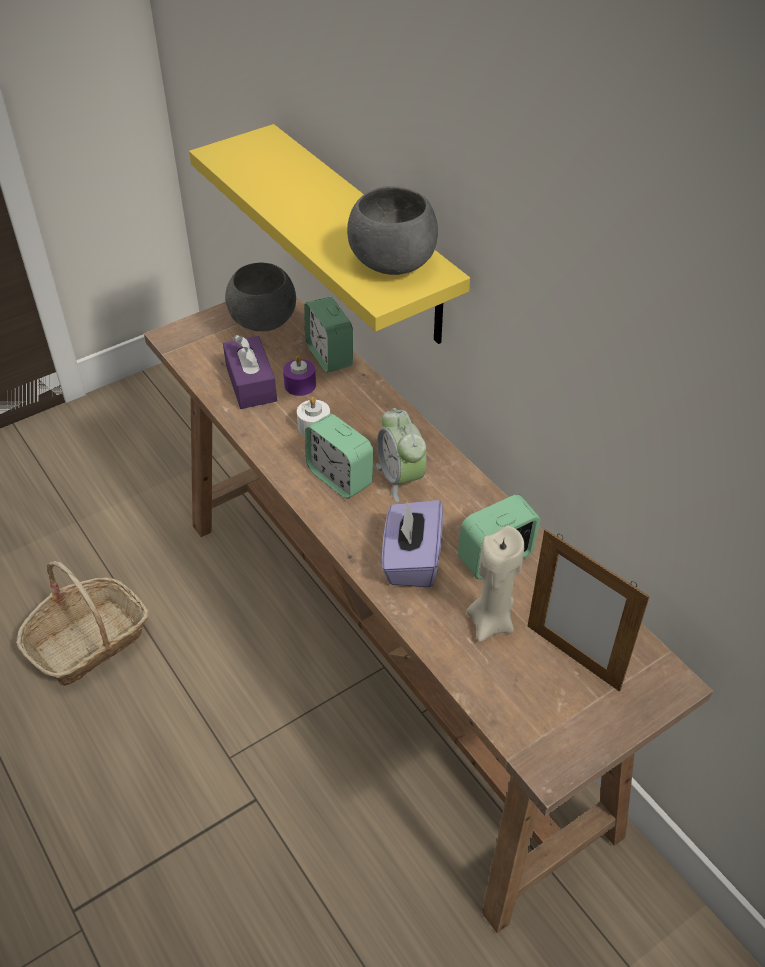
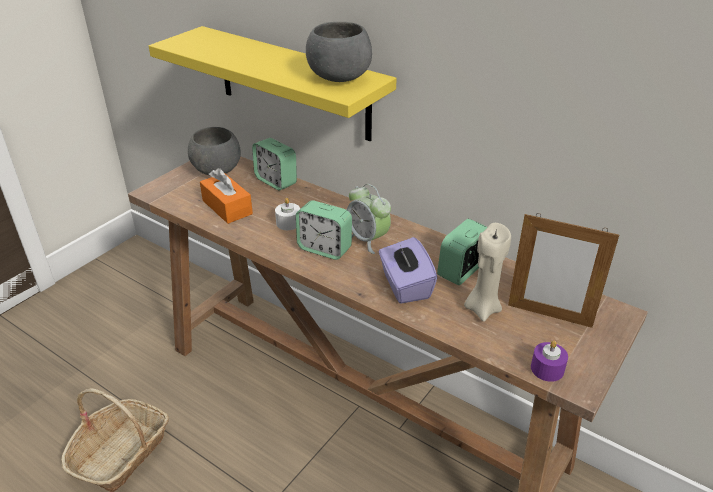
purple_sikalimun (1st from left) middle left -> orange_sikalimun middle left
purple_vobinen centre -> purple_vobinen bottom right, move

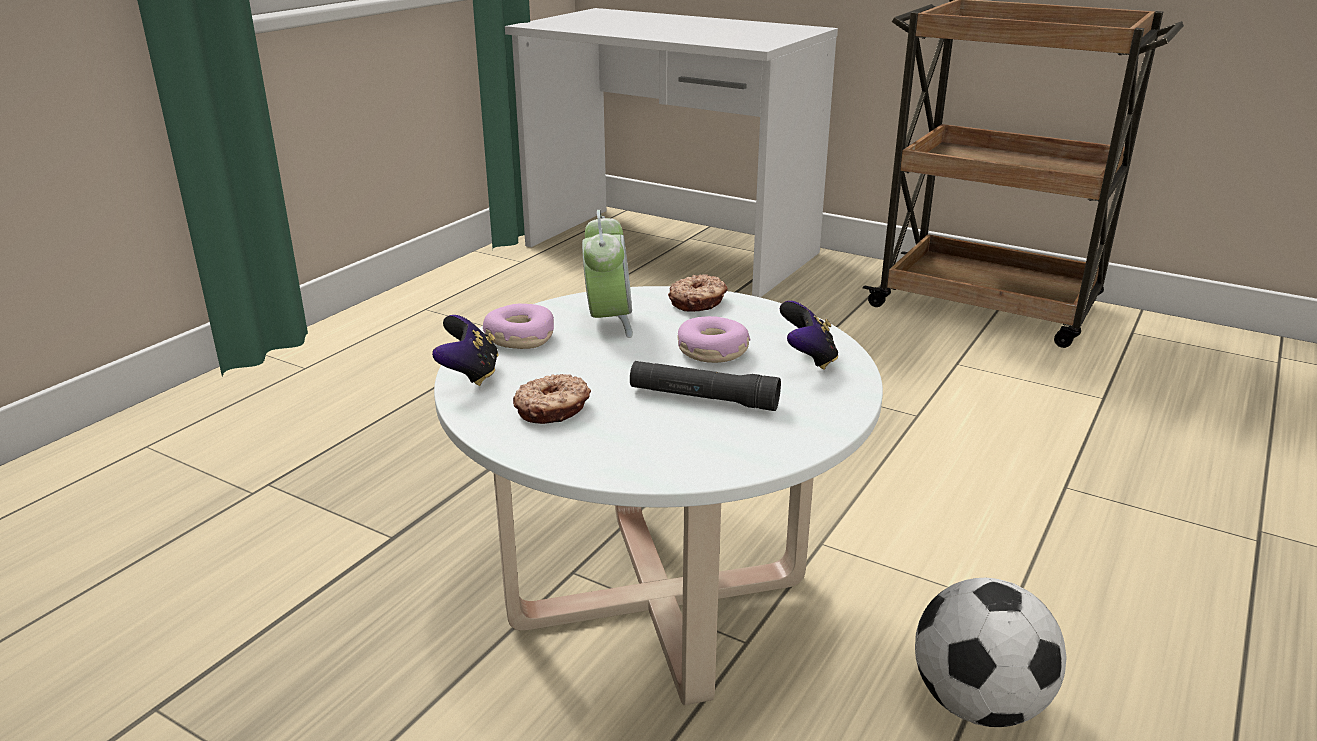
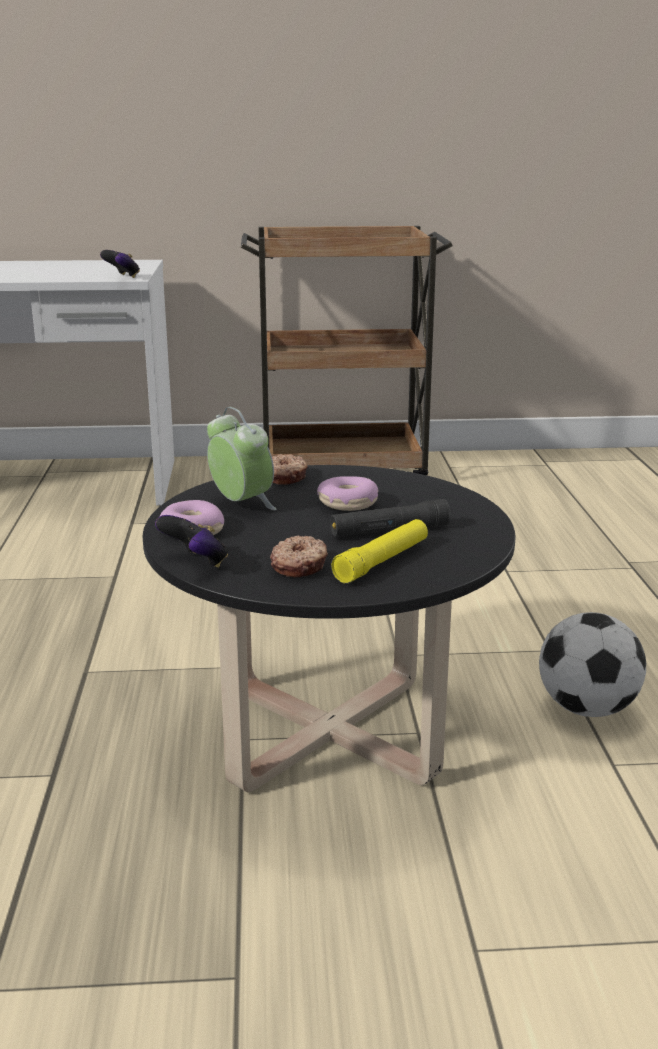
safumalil (2nd from left in the first image) centre -> safumalil (1st from left) top left, move
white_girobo bottom centre -> black_girobo centre
none -> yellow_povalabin centre

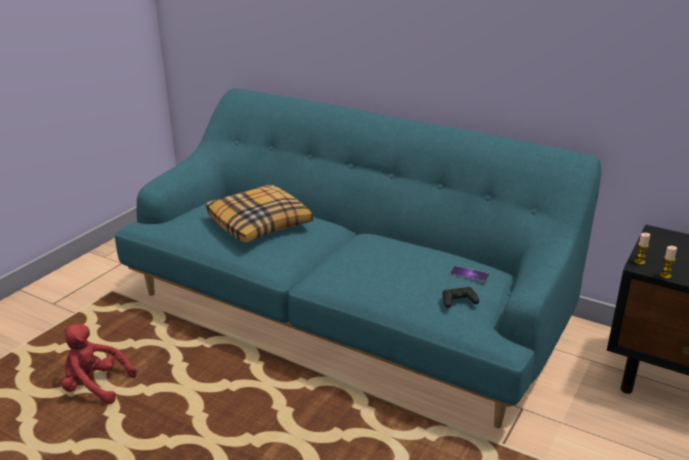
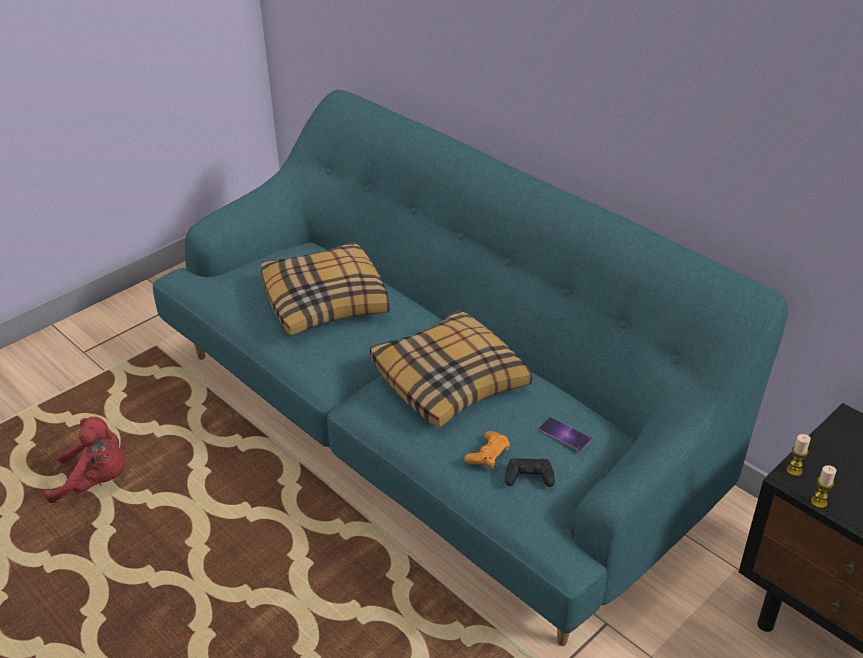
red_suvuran bottom left, 150 degrees clockwise
none -> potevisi (2nd from left) centre
none -> orange_safumalil bottom centre

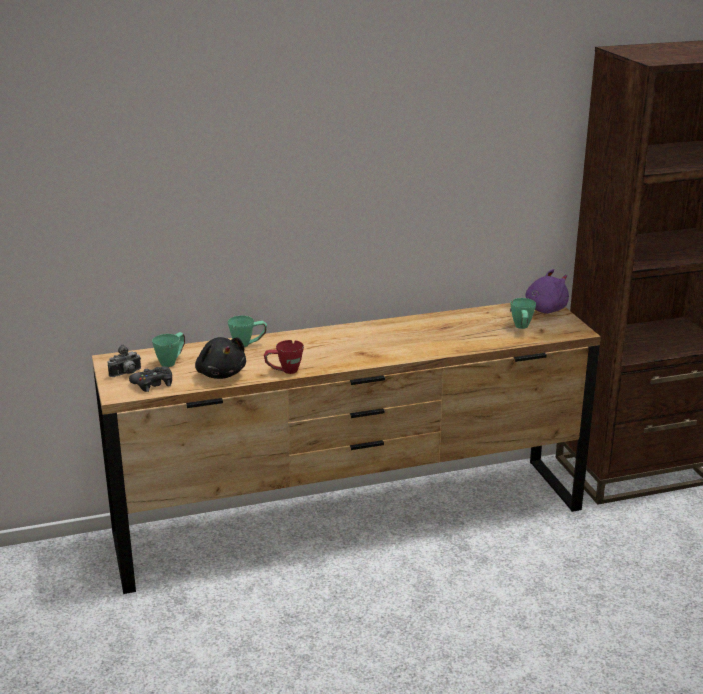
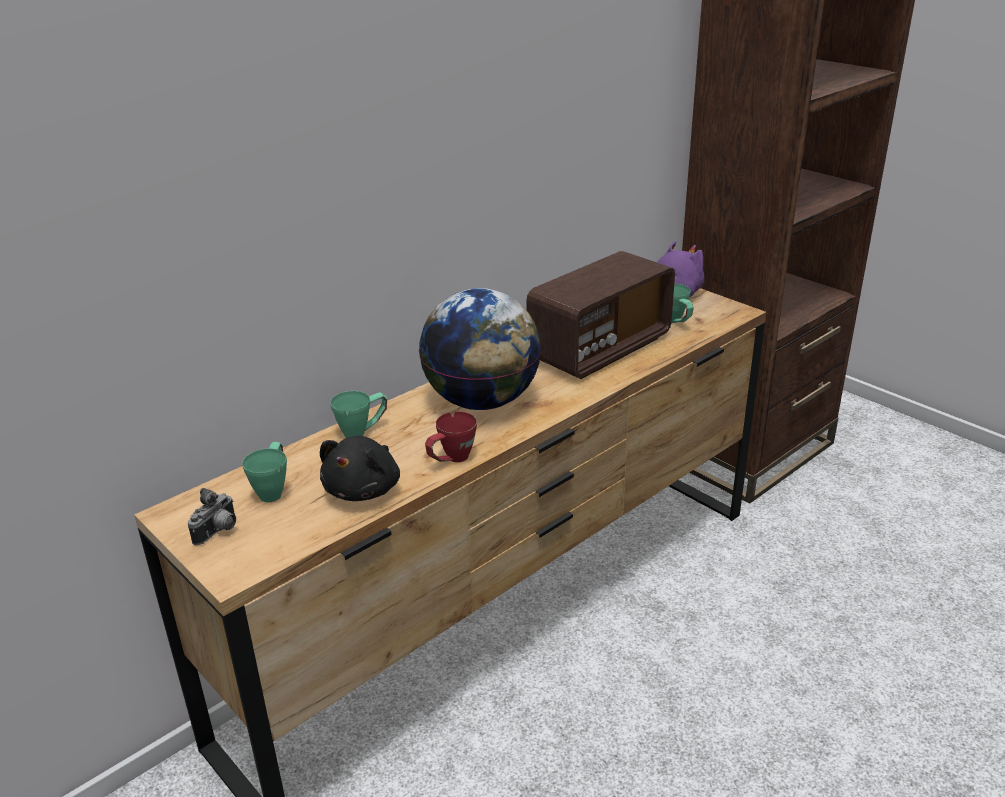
black_suvuran middle left -> black_suvuran centre, 75 degrees clockwise
none -> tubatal centre
none -> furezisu centre
black_safumalil middle left -> none

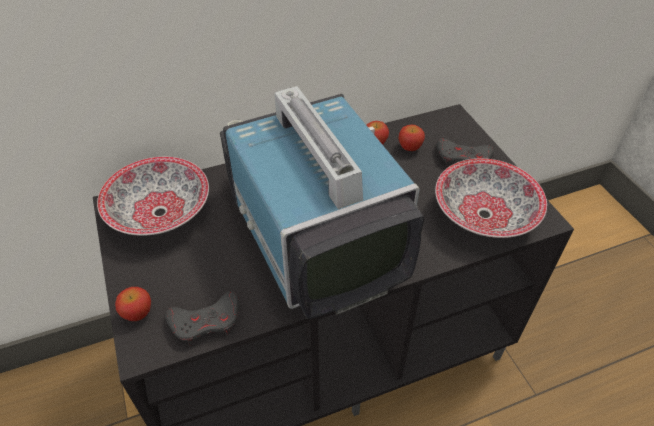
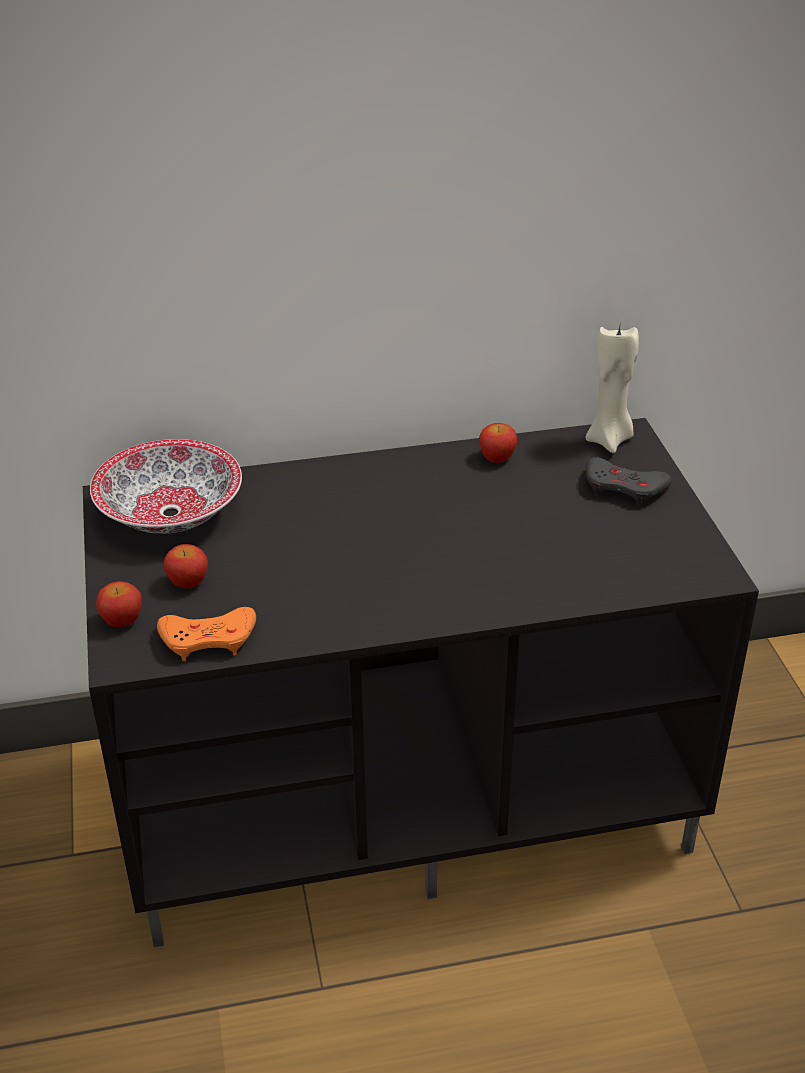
grey_safumalil (1st from left) bottom left -> orange_safumalil middle left
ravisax (3rd from left in the first image) top centre -> ravisax (2nd from left) middle left, move
none -> beige_vobinen middle right
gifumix centre -> none
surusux (2nd from left) middle right -> none

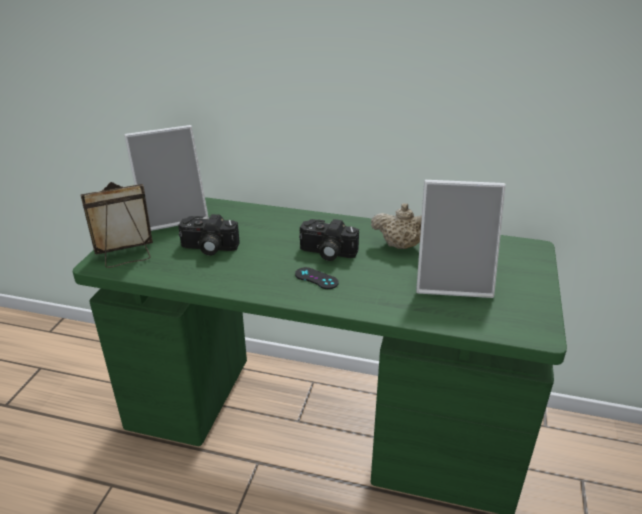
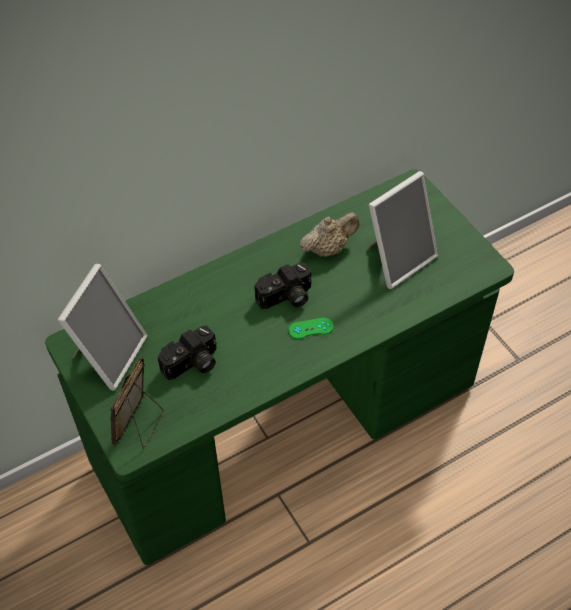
black_safumalil centre -> green_safumalil centre

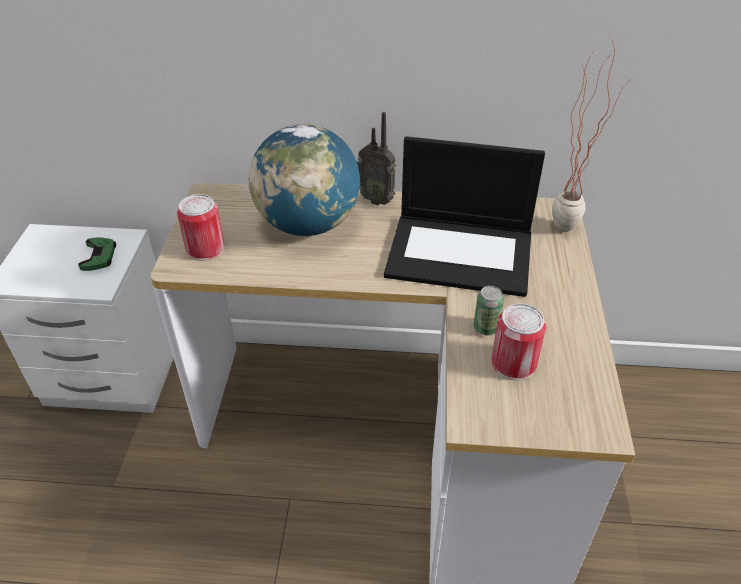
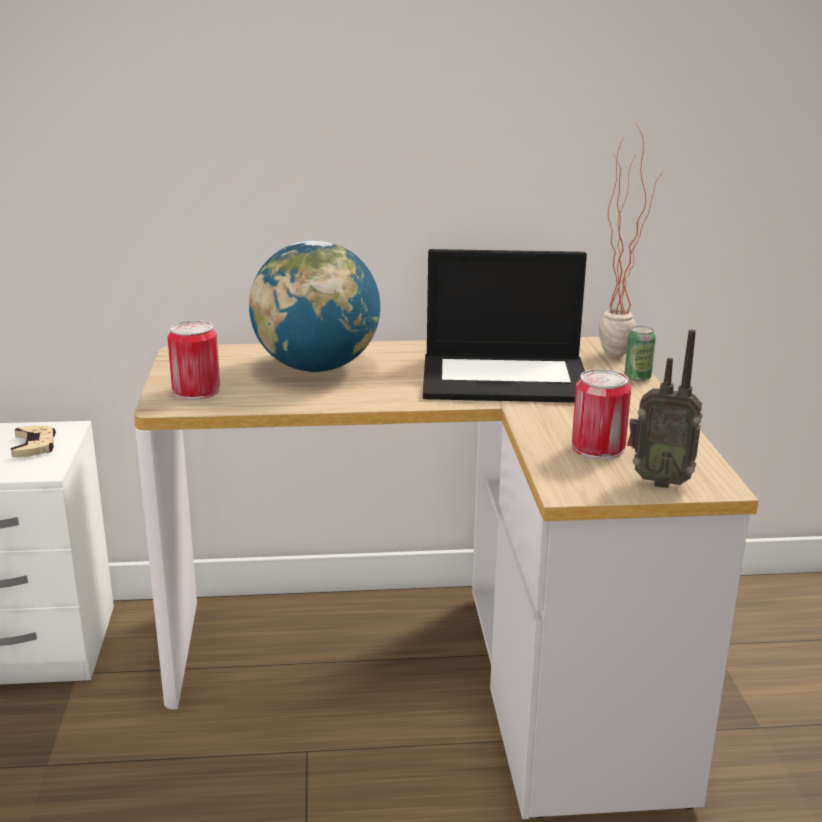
green_safumalil middle left -> beige_safumalil middle left
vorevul (2nd from left in the first image) centre -> vorevul (3rd from left) middle right, move
furezisu top centre -> furezisu middle right, move

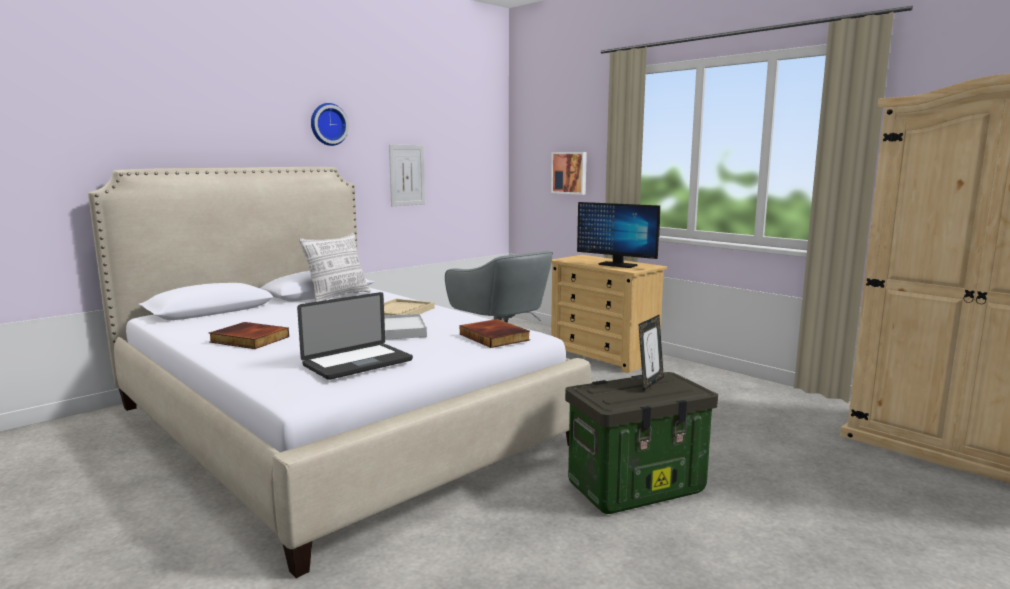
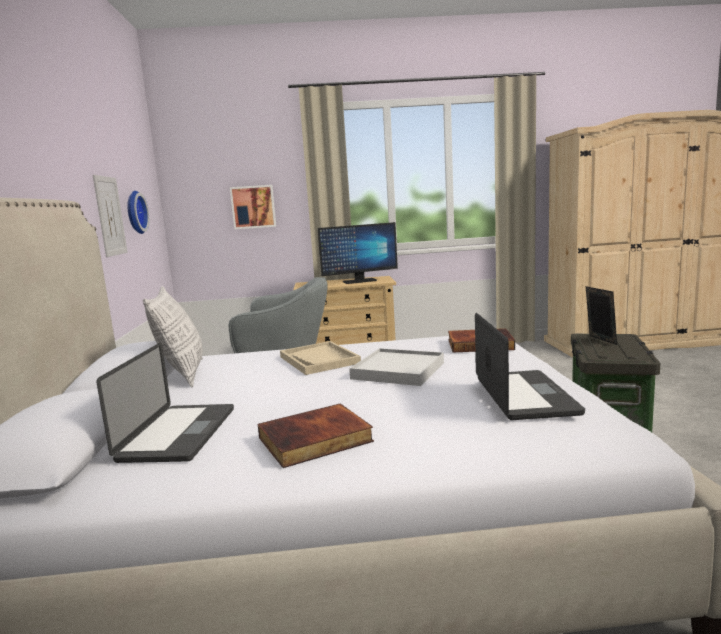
none -> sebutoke (1st from left) middle left
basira top left -> basira middle left, move

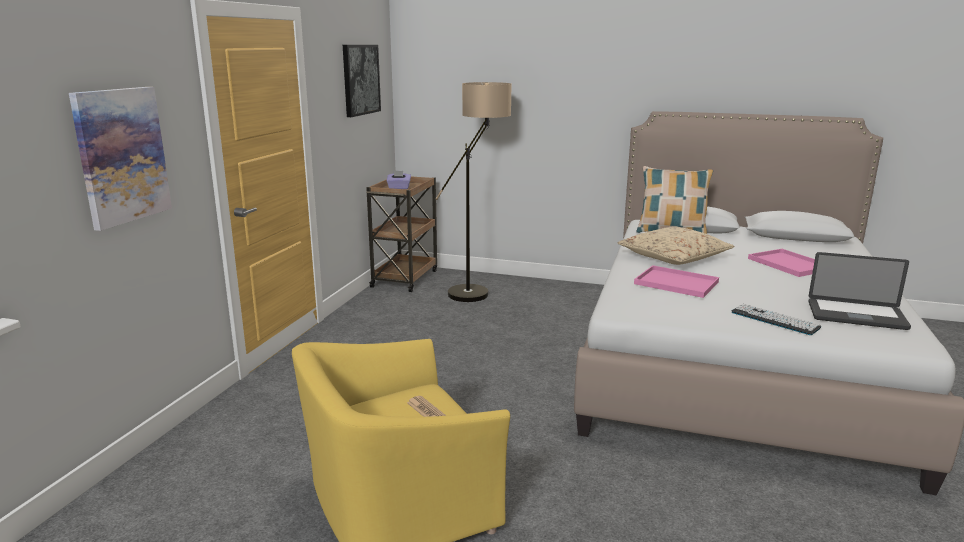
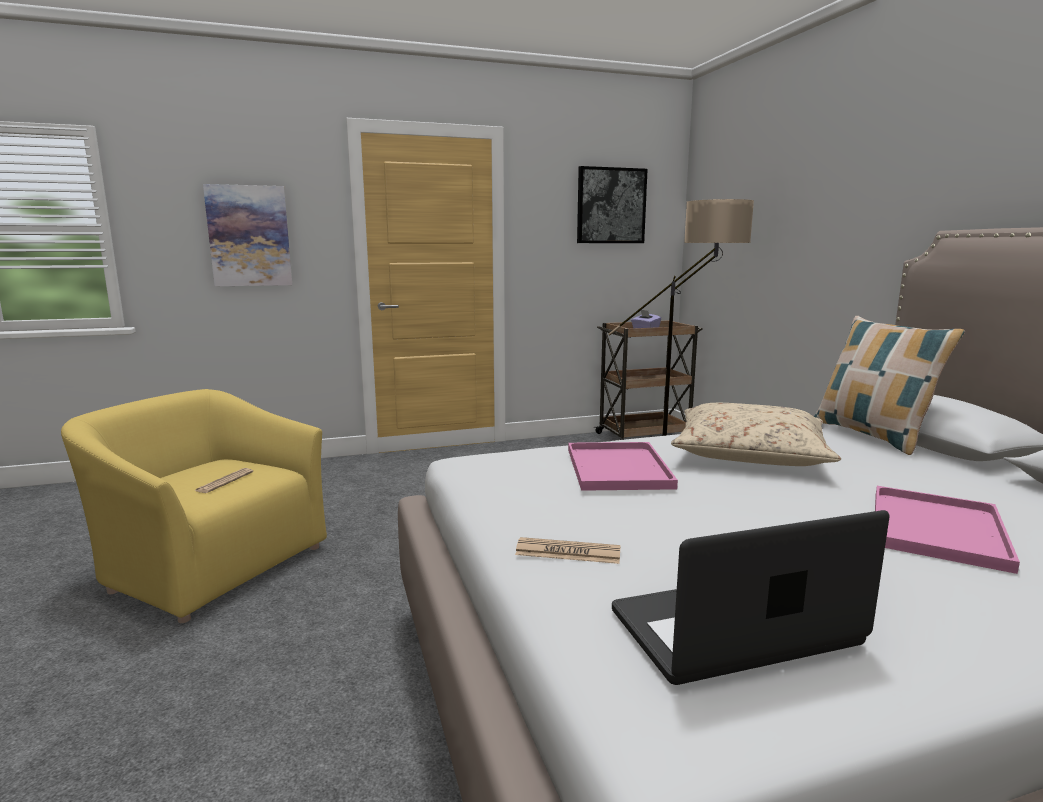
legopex middle right -> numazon (2nd from left) bottom centre
sebutoke middle right -> sebutoke bottom right, 90 degrees clockwise

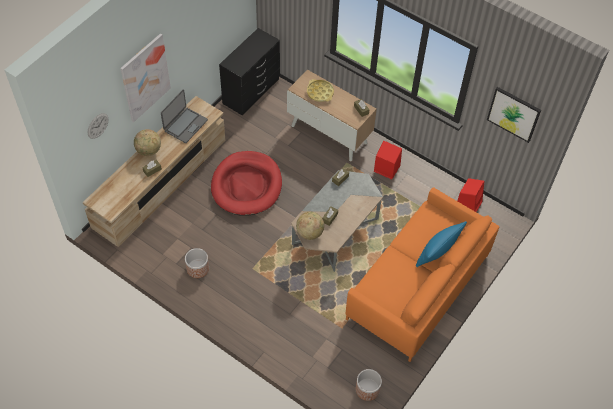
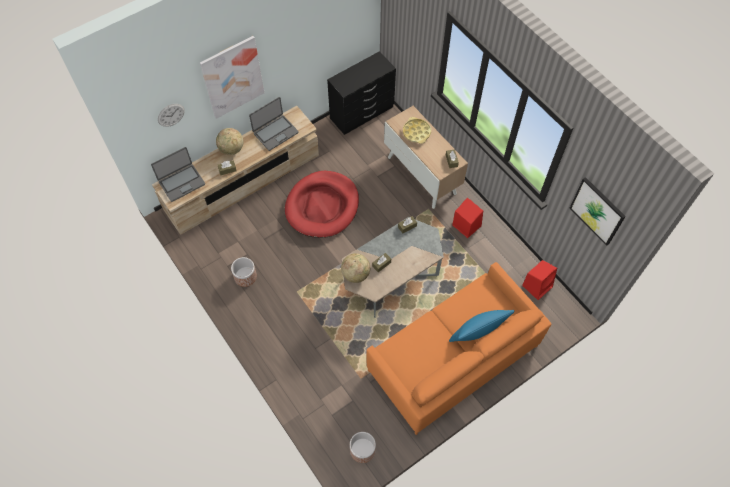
none -> sebutoke (1st from left) middle left

